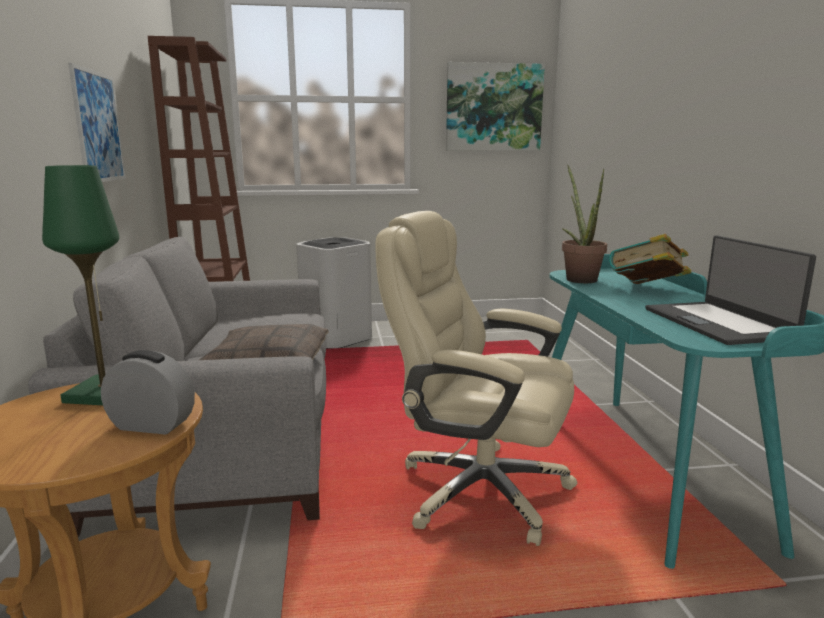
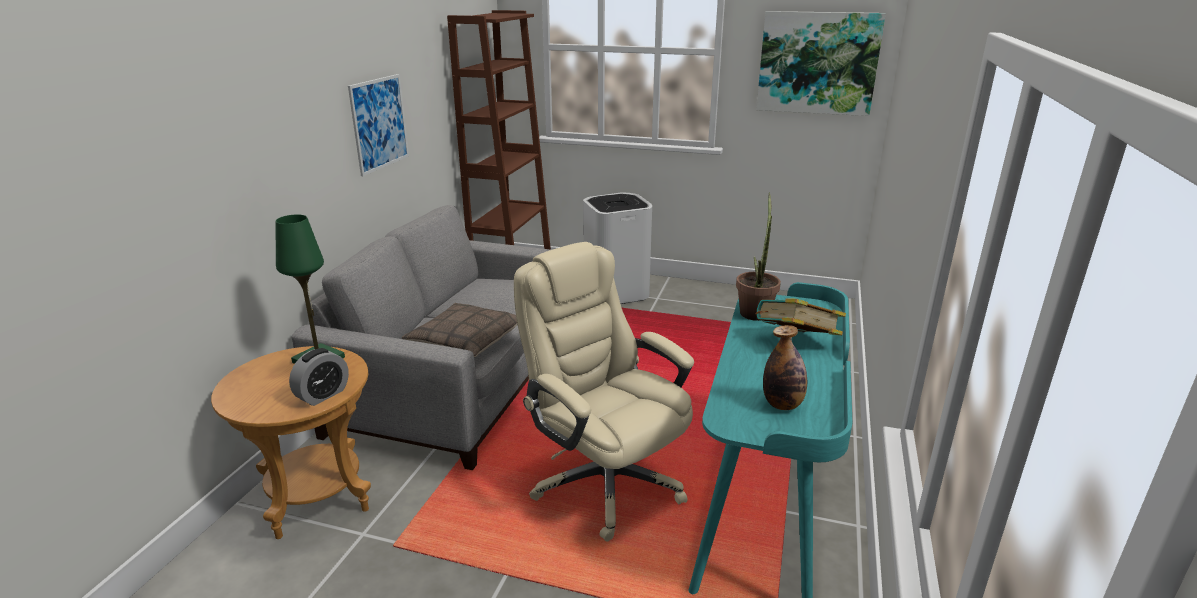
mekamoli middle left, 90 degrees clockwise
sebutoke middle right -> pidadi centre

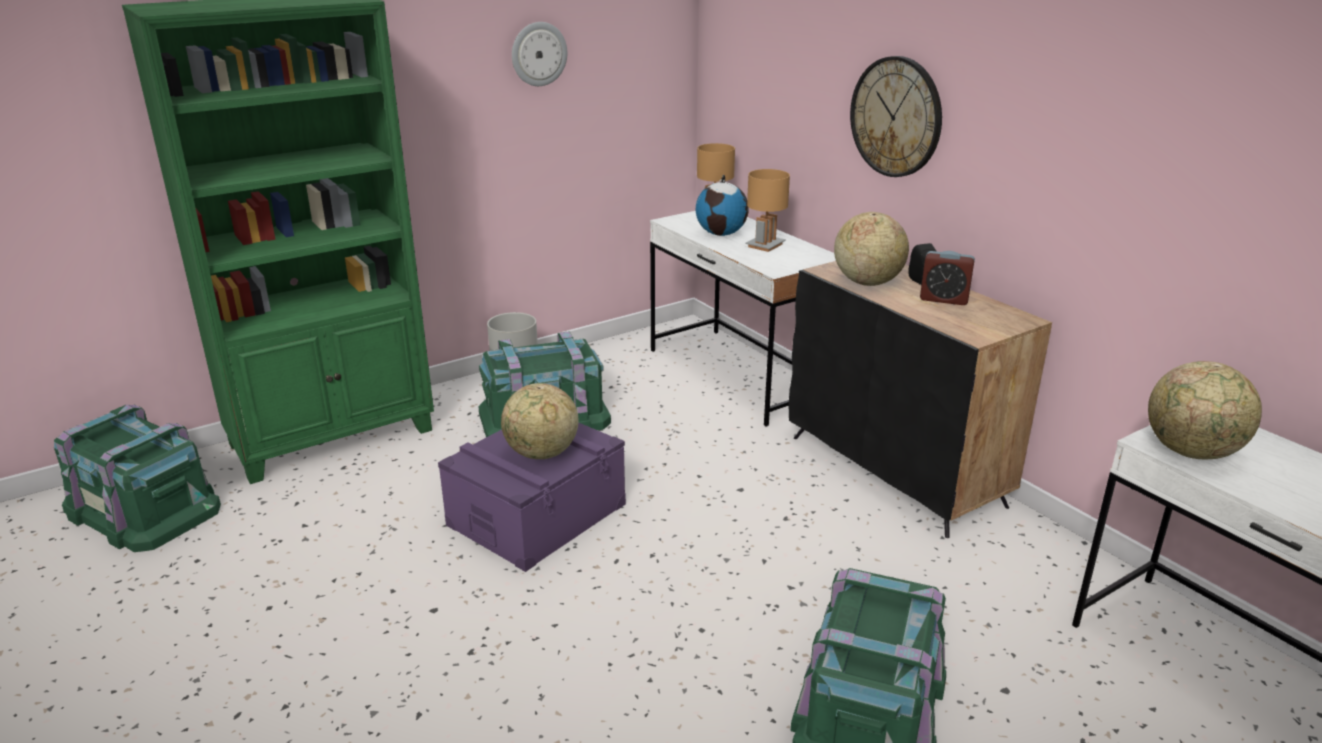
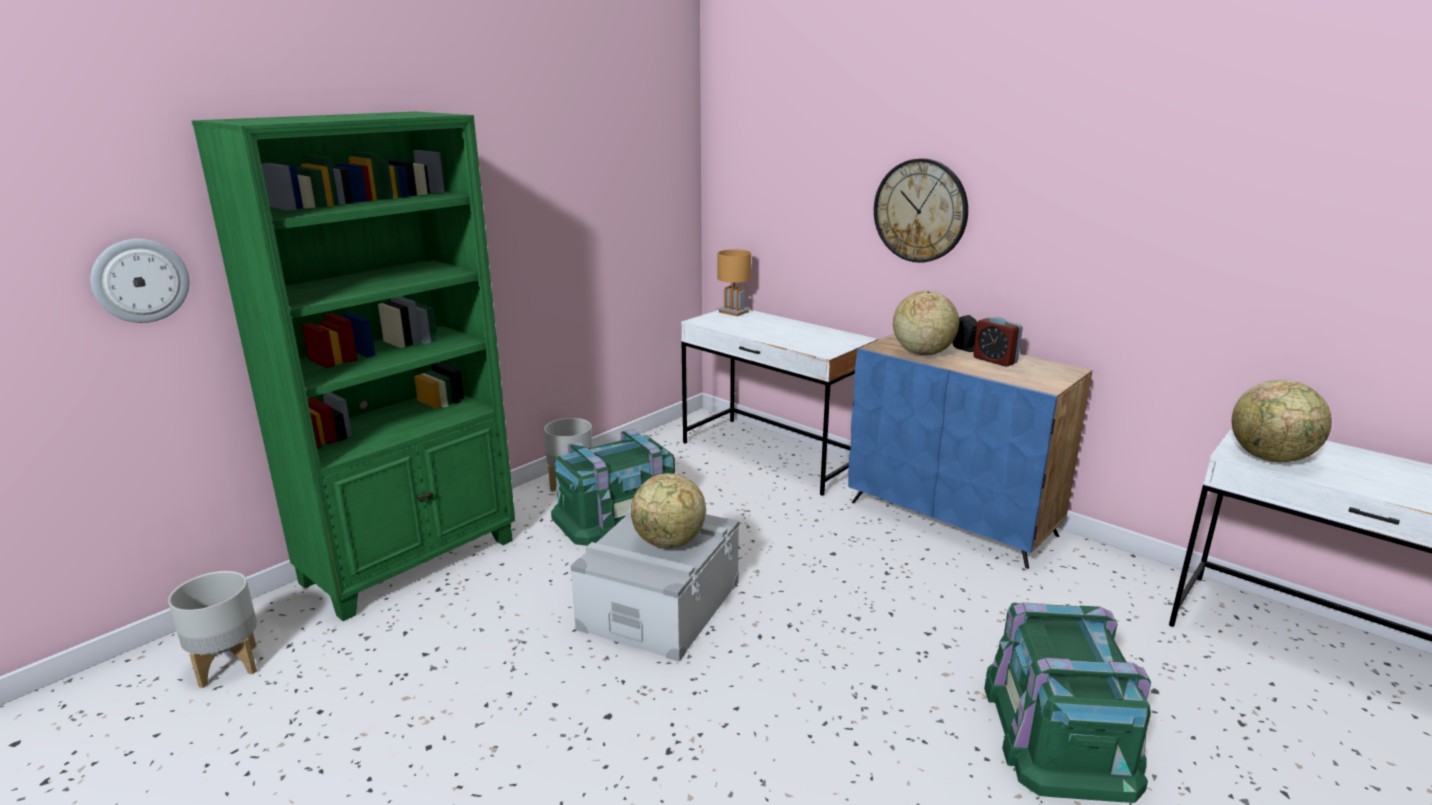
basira (1st from left) top centre -> basira (1st from left) middle left, move
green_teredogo (1st from left) middle left -> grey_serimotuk (1st from left) bottom left
purple_teredogo bottom centre -> grey_teredogo bottom centre
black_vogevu middle right -> blue_vogevu middle right
mekamoli middle right, 45 degrees clockwise
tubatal (2nd from left) top centre -> none
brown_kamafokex (2nd from left) top centre -> none

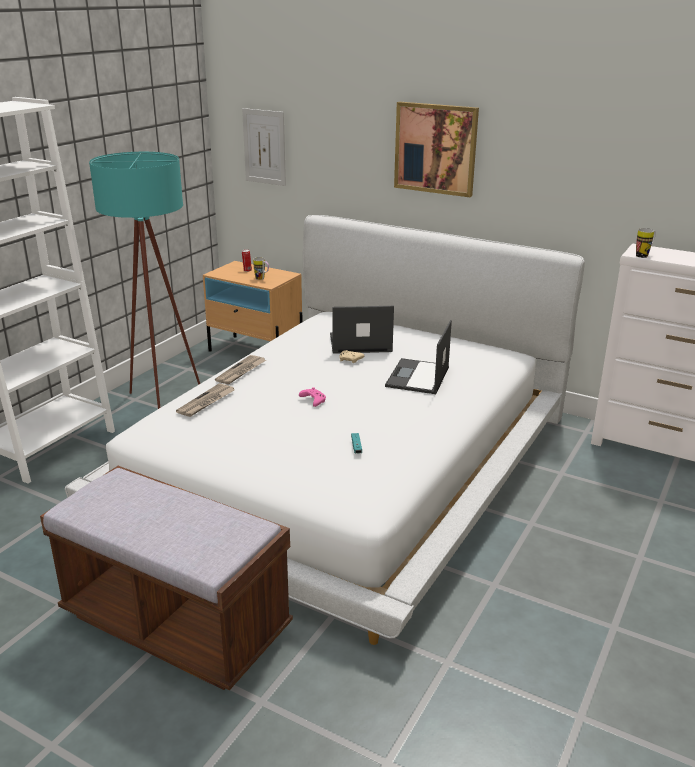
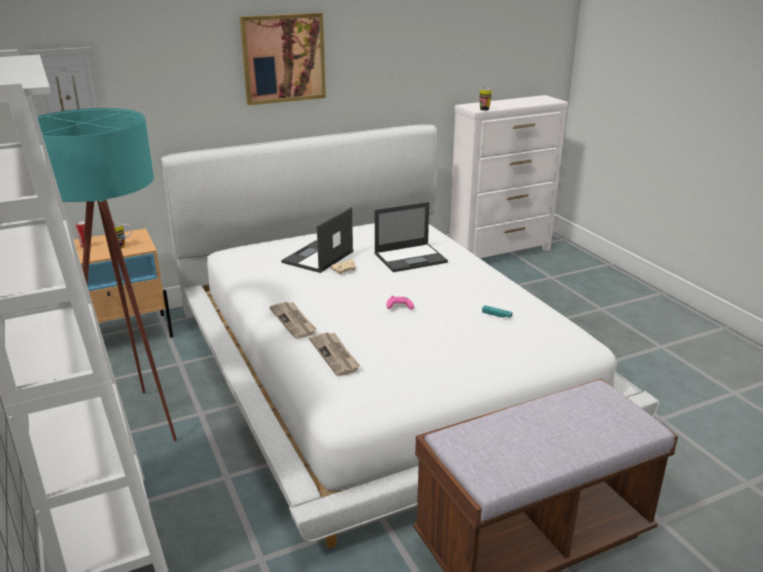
sebutoke (2nd from left) centre, 75 degrees counterclockwise

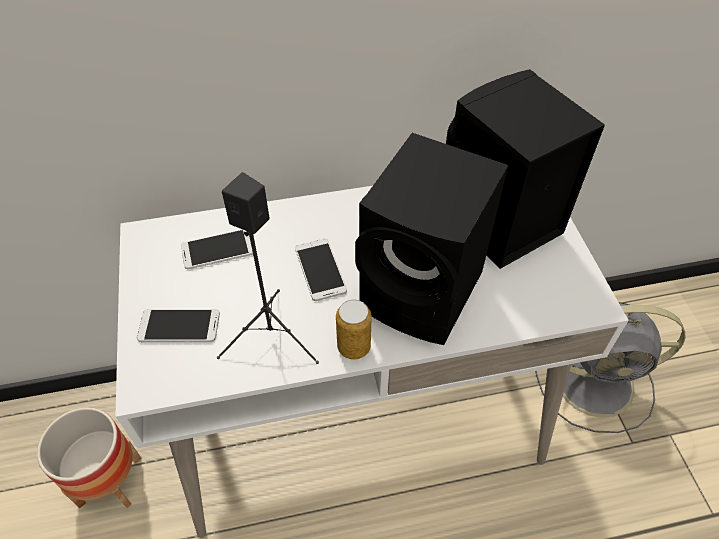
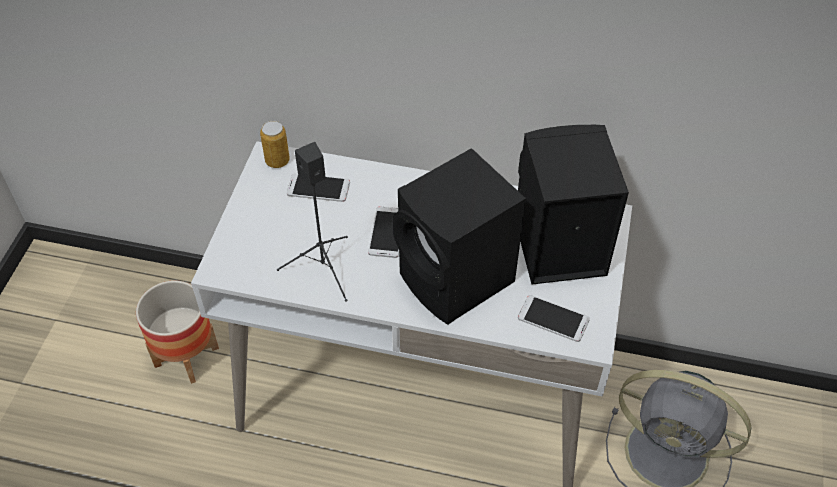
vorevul centre -> vorevul top left, move
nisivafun (1st from left in the first image) middle left -> nisivafun (3rd from left) centre, move

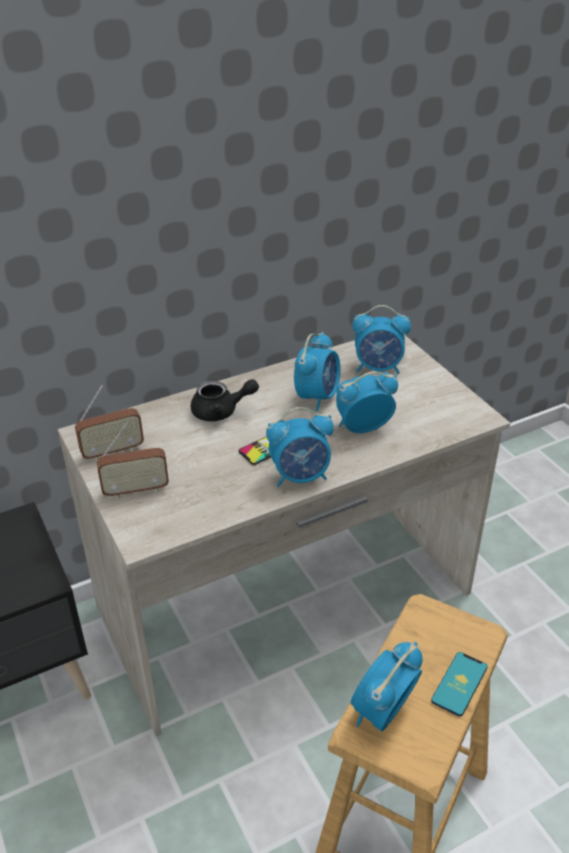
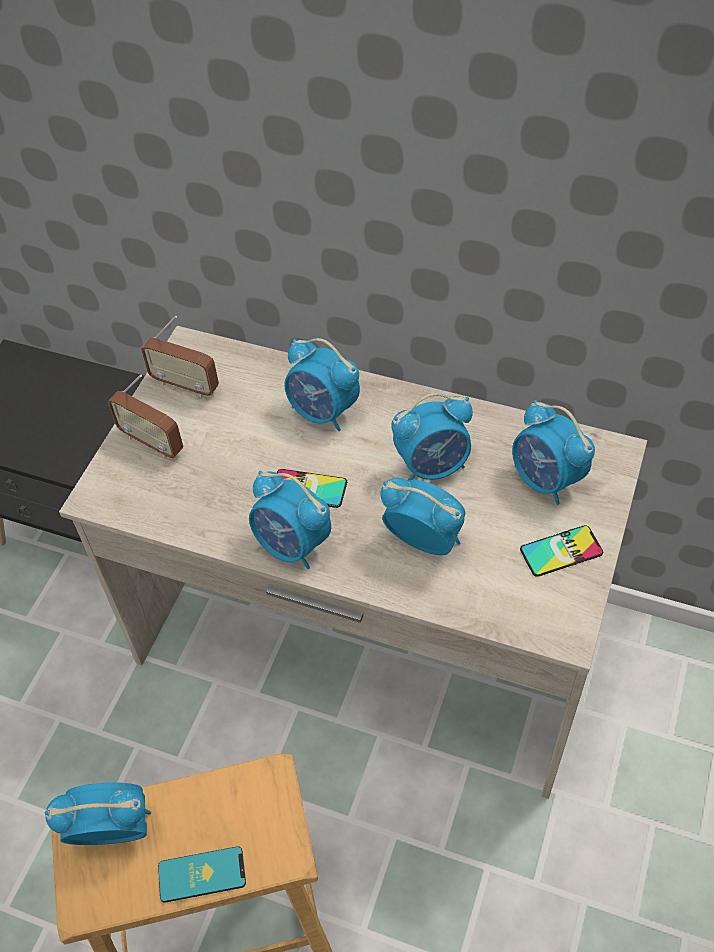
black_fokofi centre -> mekamoli (3rd from left) centre
none -> nisivafun (3rd from left) middle right

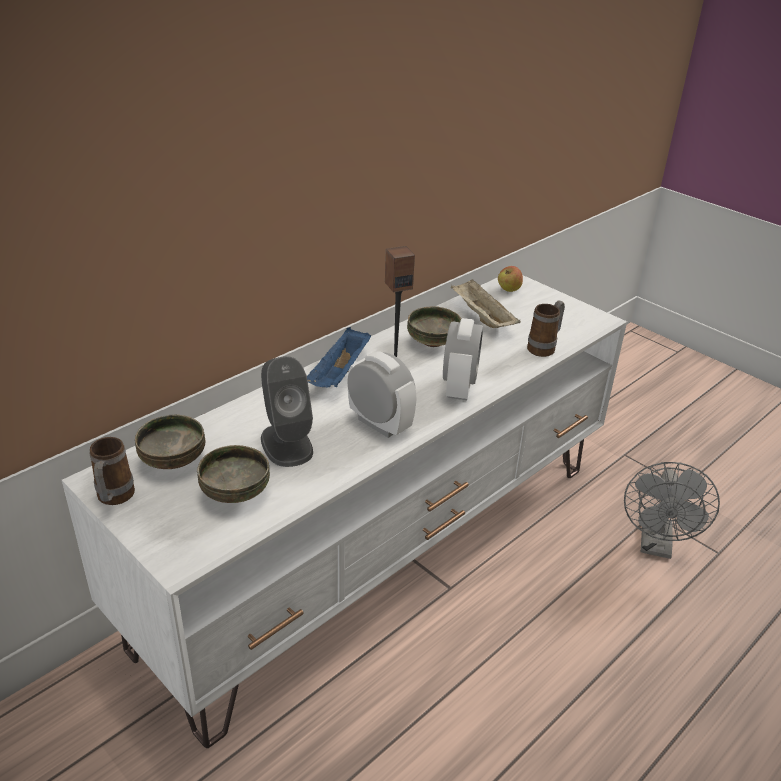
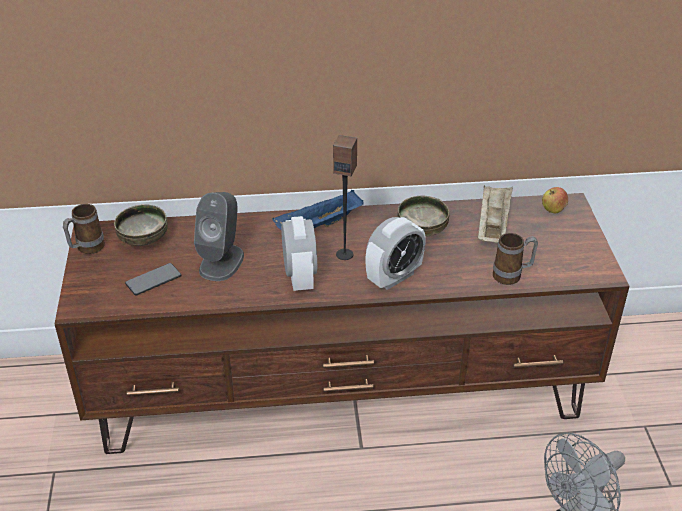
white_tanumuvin centre -> brown_tanumuvin centre
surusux (2nd from left) middle left -> nisivafun middle left

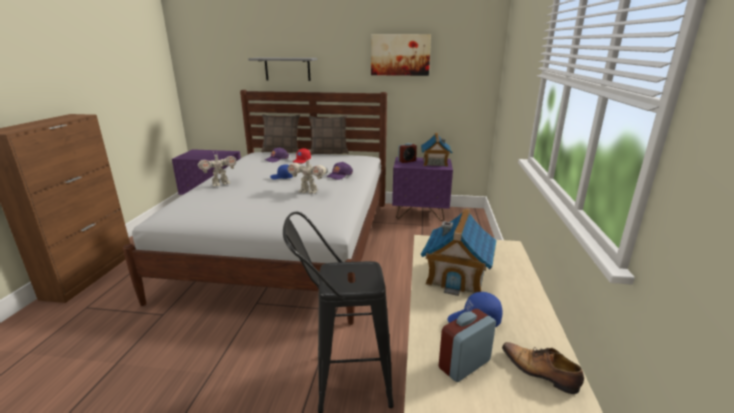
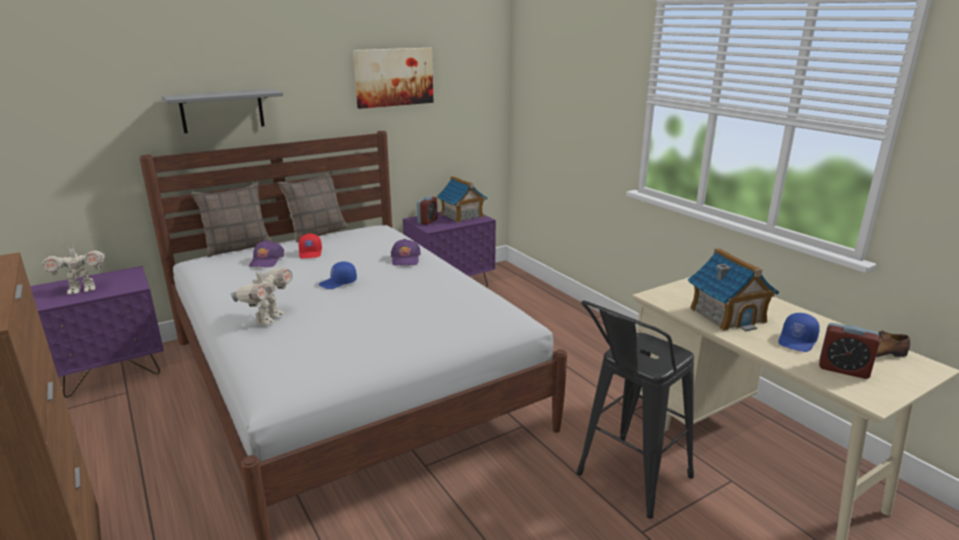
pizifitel (2nd from left in the first image) centre -> pizifitel (1st from left) middle left, move
mekamoli (2nd from left) bottom centre -> mekamoli (2nd from left) middle right, 75 degrees counterclockwise

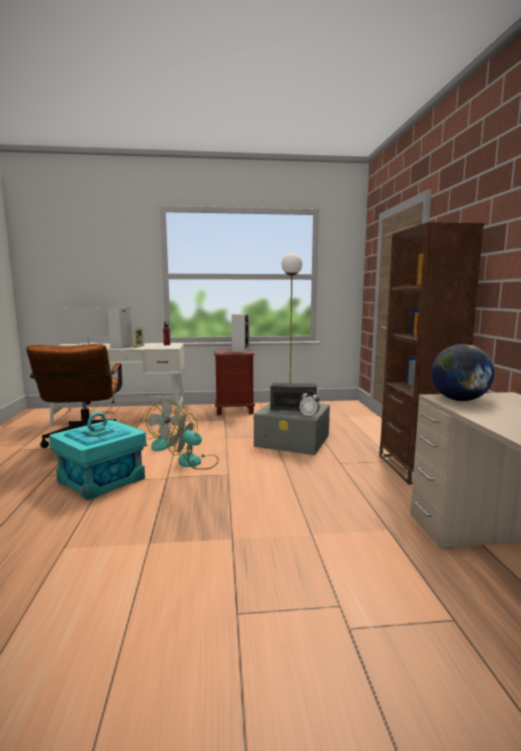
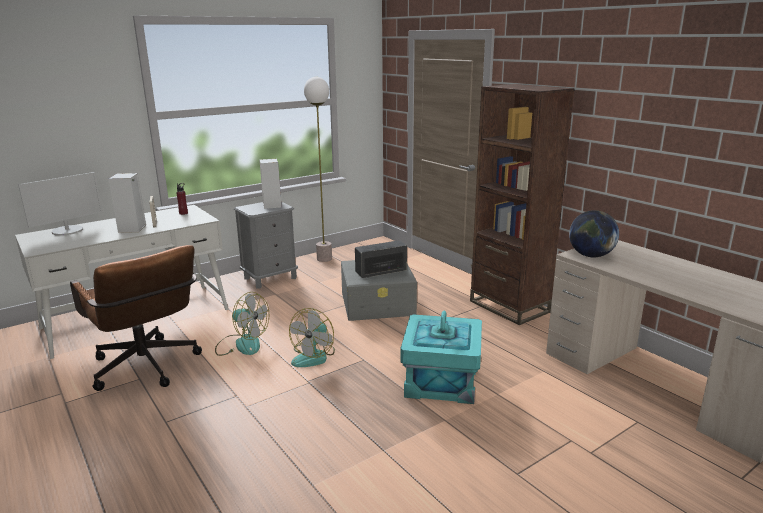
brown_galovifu centre -> grey_galovifu centre
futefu (2nd from left) centre, 60 degrees counterclockwise
turquoise_teredogo middle left -> turquoise_teredogo bottom centre, move
mekamoli centre -> none

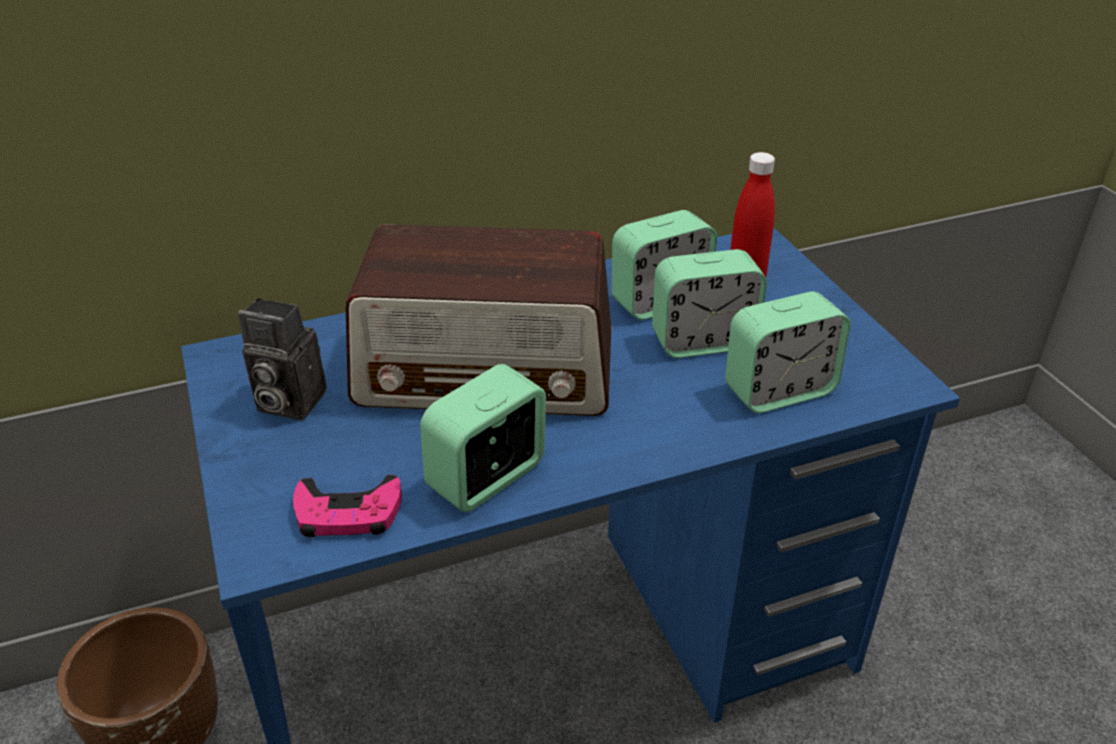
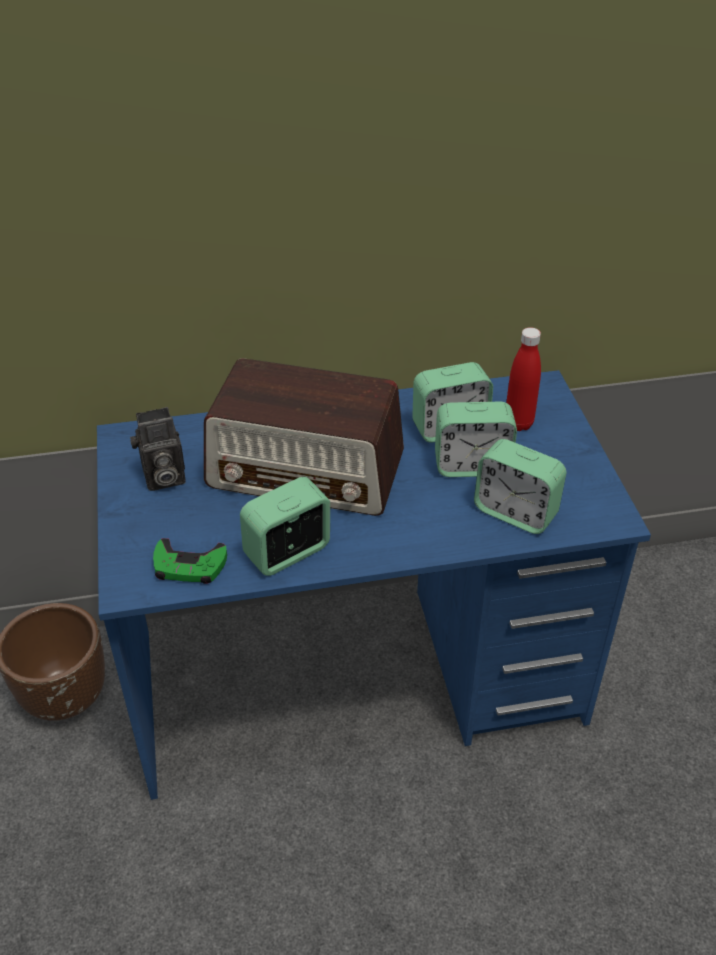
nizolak middle left, 45 degrees counterclockwise
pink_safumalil bottom left -> green_safumalil middle left
mekamoli (4th from left) middle right, 45 degrees clockwise

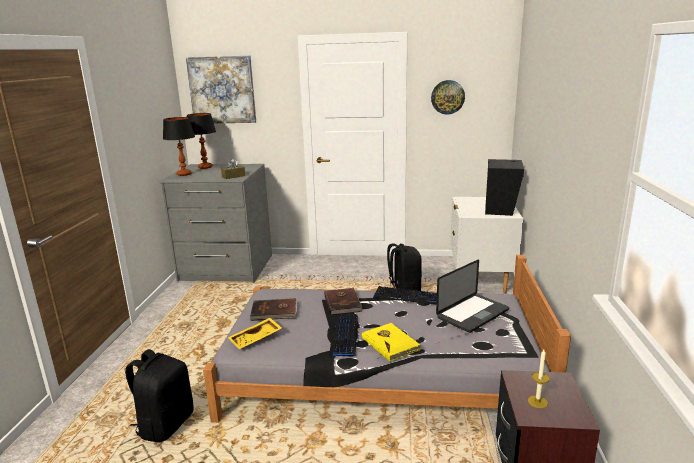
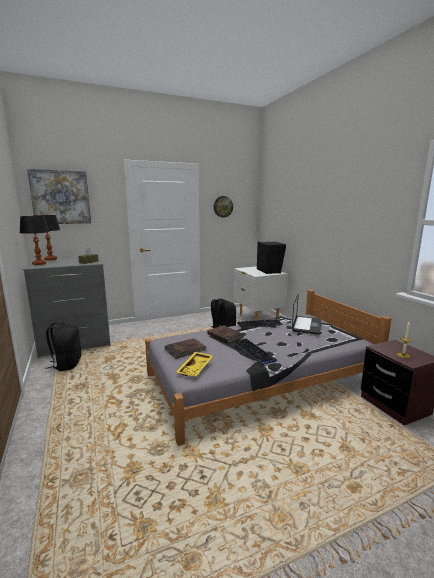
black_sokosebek (1st from left) bottom left -> black_sokosebek (1st from left) middle left, move
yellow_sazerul bottom centre -> none

